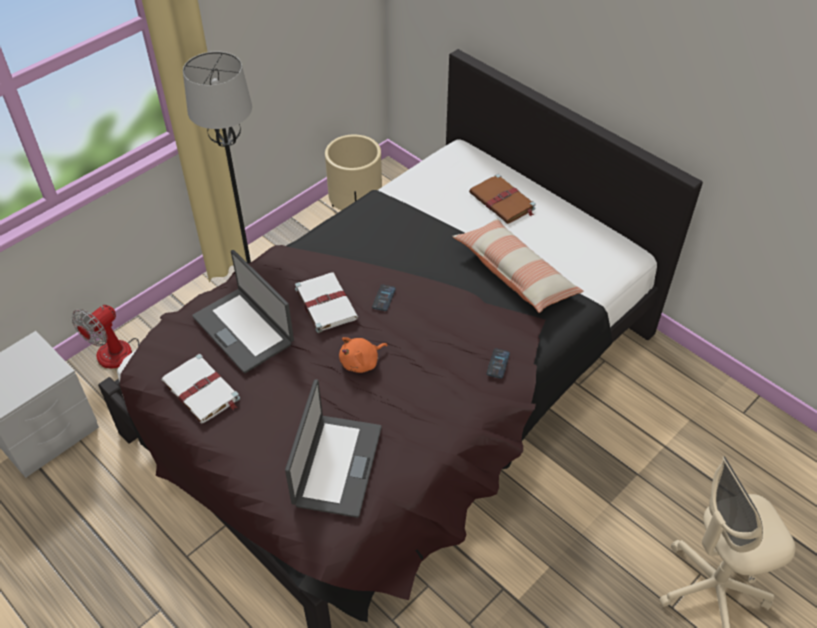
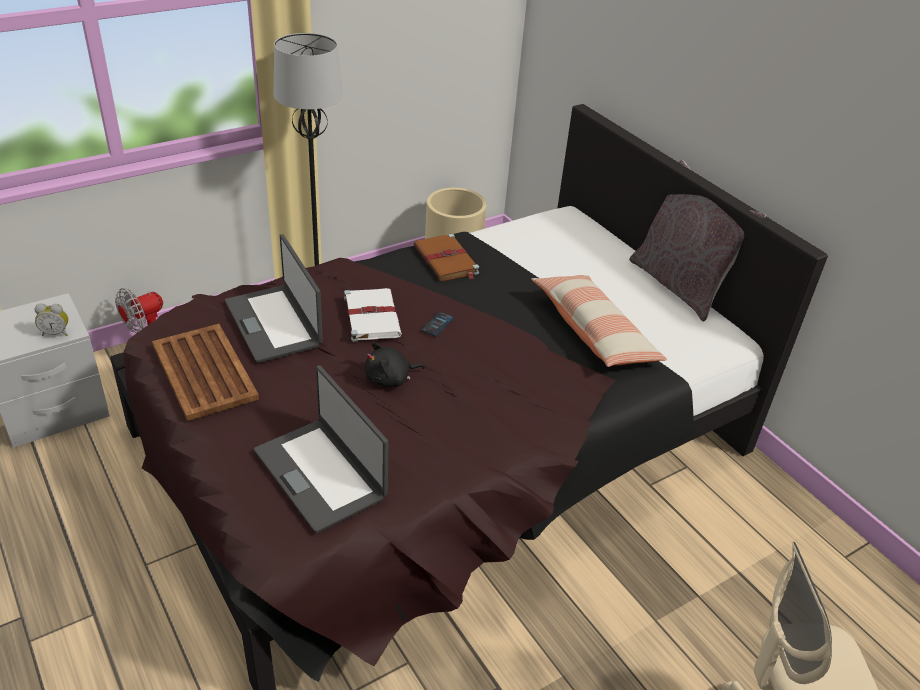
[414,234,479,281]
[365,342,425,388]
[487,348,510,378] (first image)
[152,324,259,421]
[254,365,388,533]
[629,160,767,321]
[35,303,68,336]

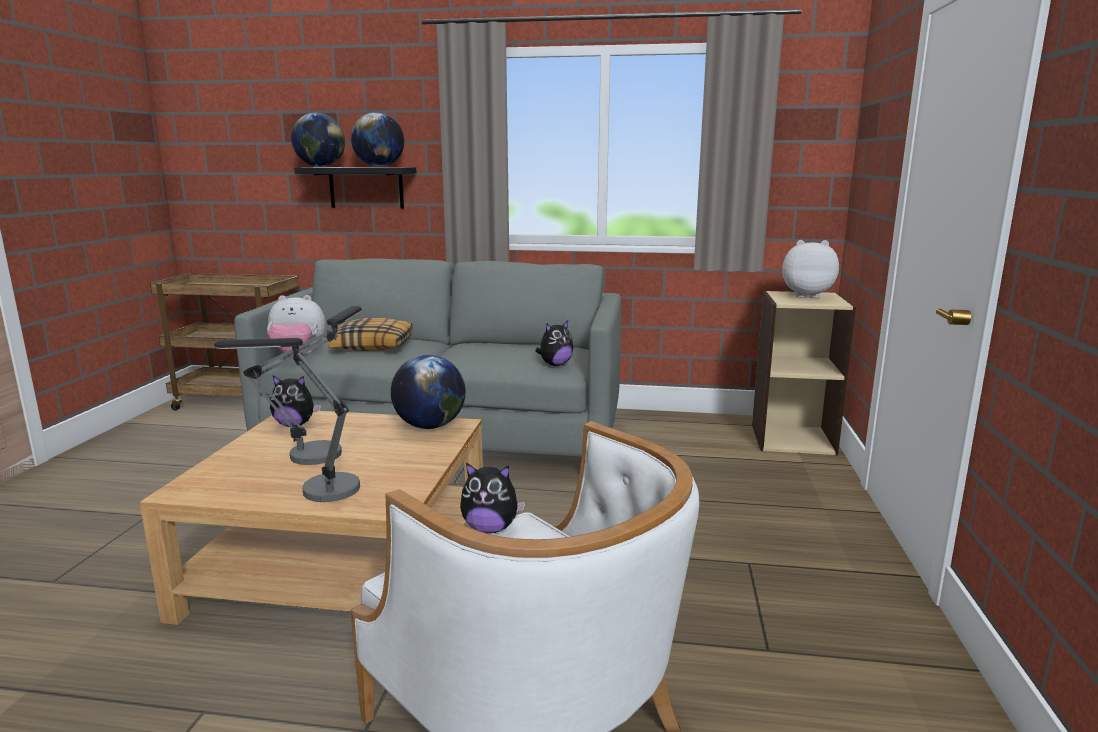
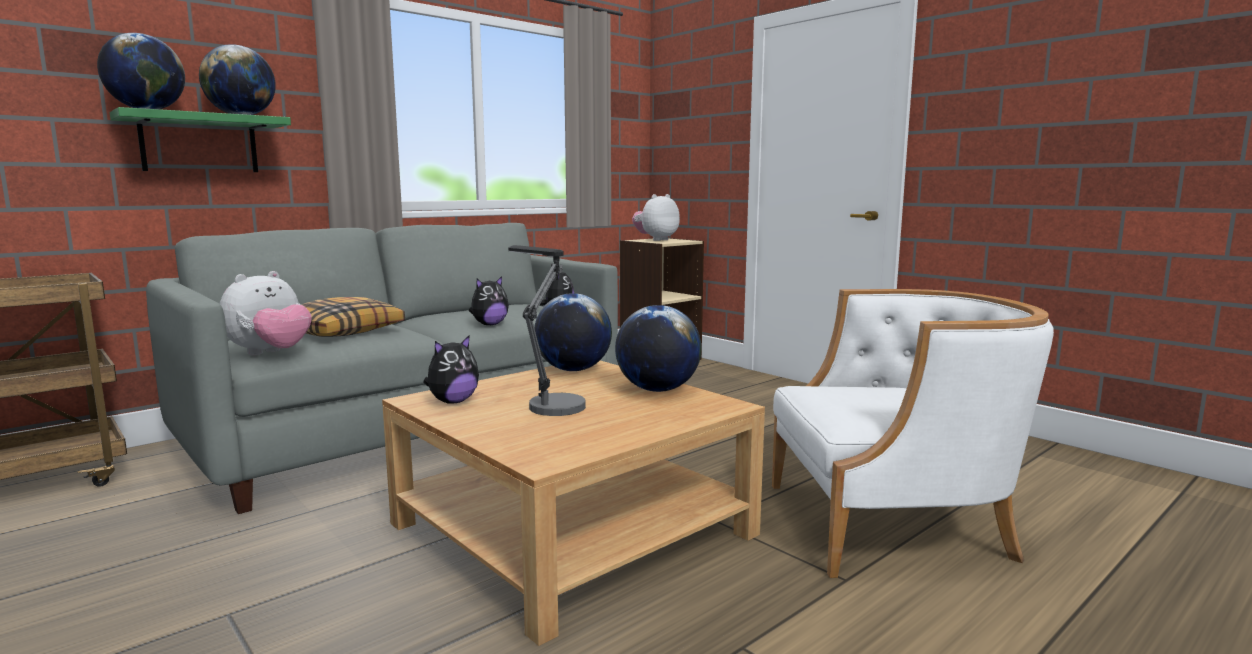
[110,107,291,172]
[214,338,360,502] (first image)
[469,276,509,325]
[615,305,702,392]

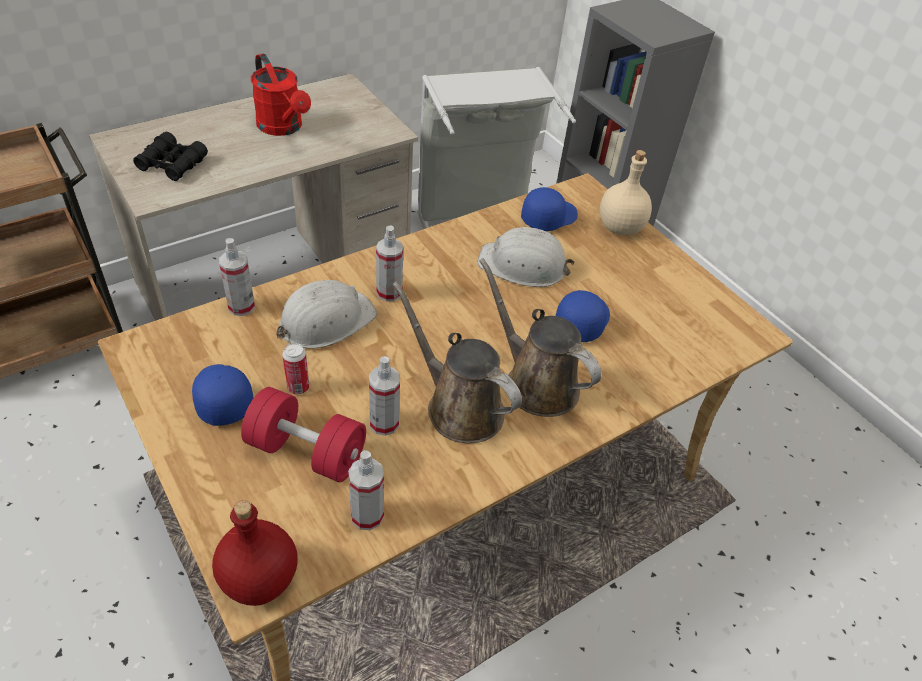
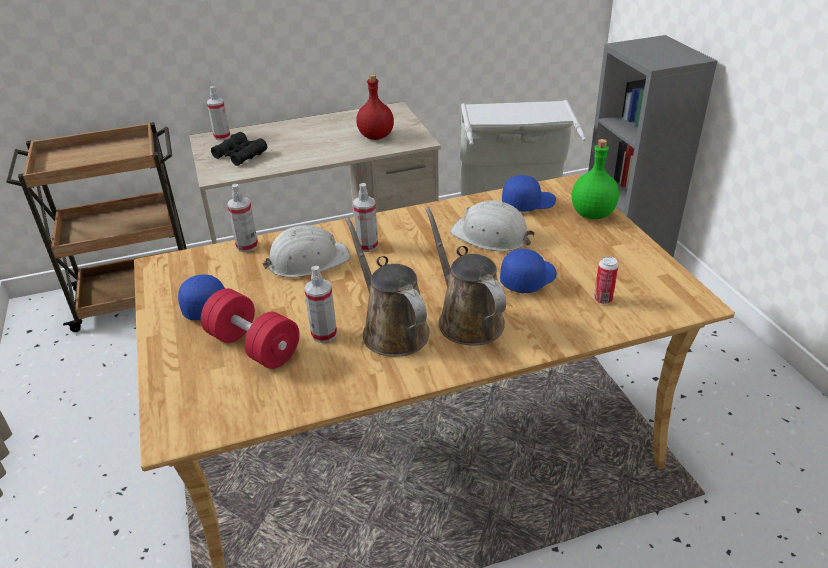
[251,54,311,136] (first image)
[572,139,619,219]
[594,256,619,304]
[207,86,230,141]
[356,74,394,140]

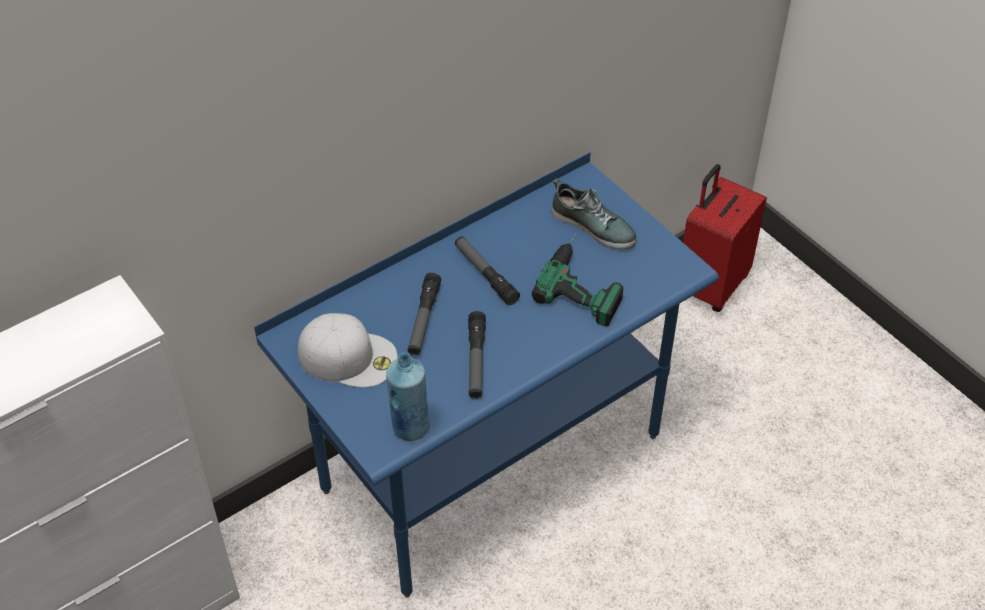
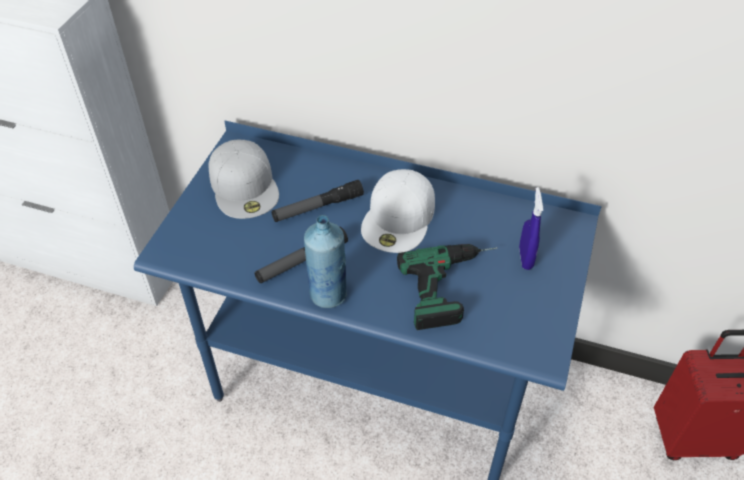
[519,187,543,270]
[361,169,435,253]
[304,215,347,308]

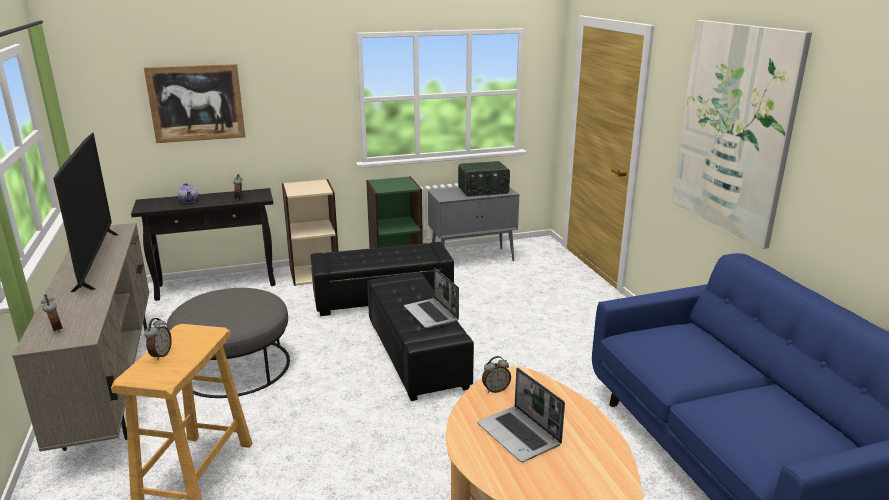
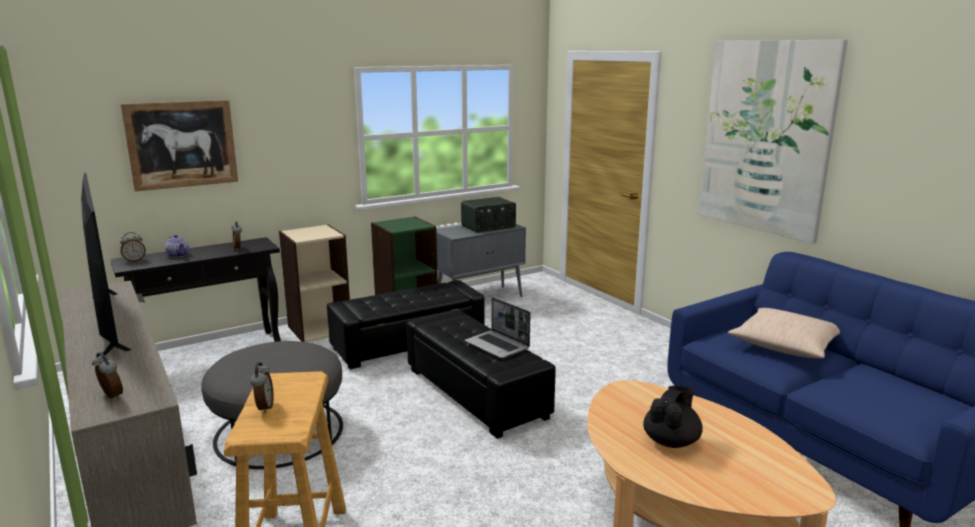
[120,232,146,263]
[643,386,703,448]
[728,308,840,359]

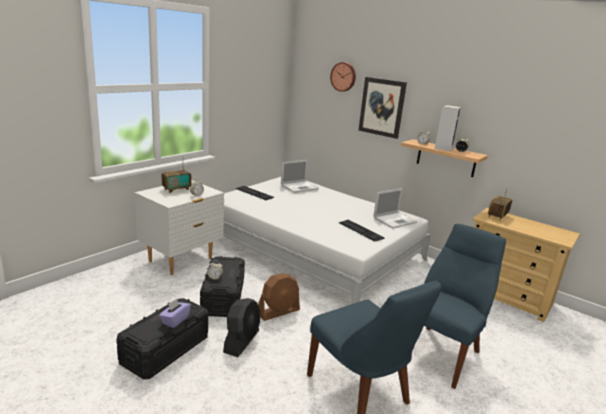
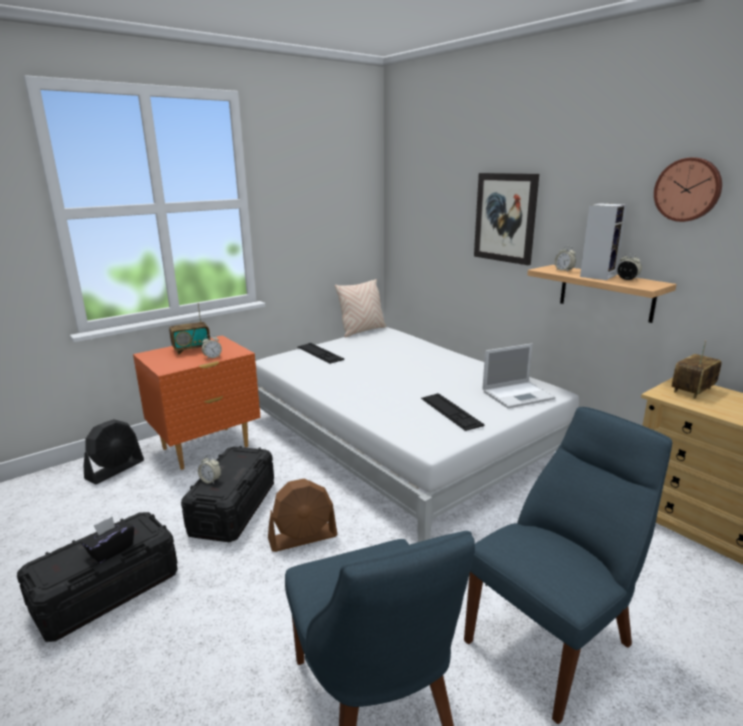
[654,158,722,222]
[281,160,319,193] (first image)
[133,335,260,470]
[84,419,144,484]
[81,516,134,563]
[335,279,387,338]

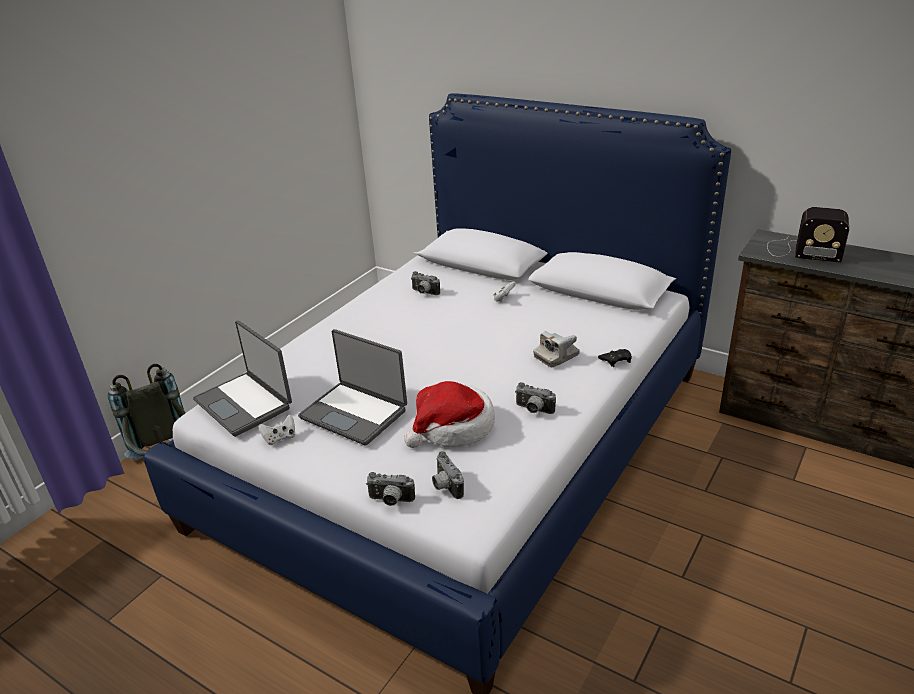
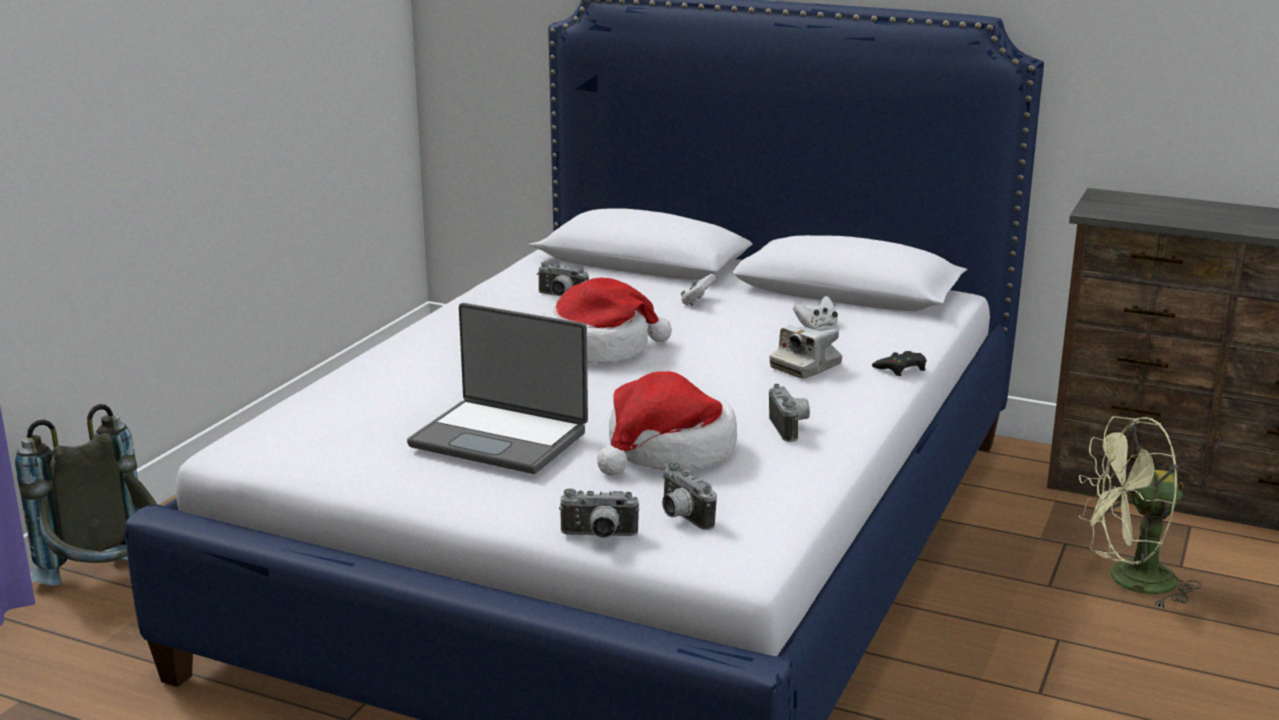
[767,207,849,263] (first image)
[193,320,292,437] (first image)
[769,384,810,442]
[793,296,838,330]
[542,278,672,363]
[1079,416,1201,609]

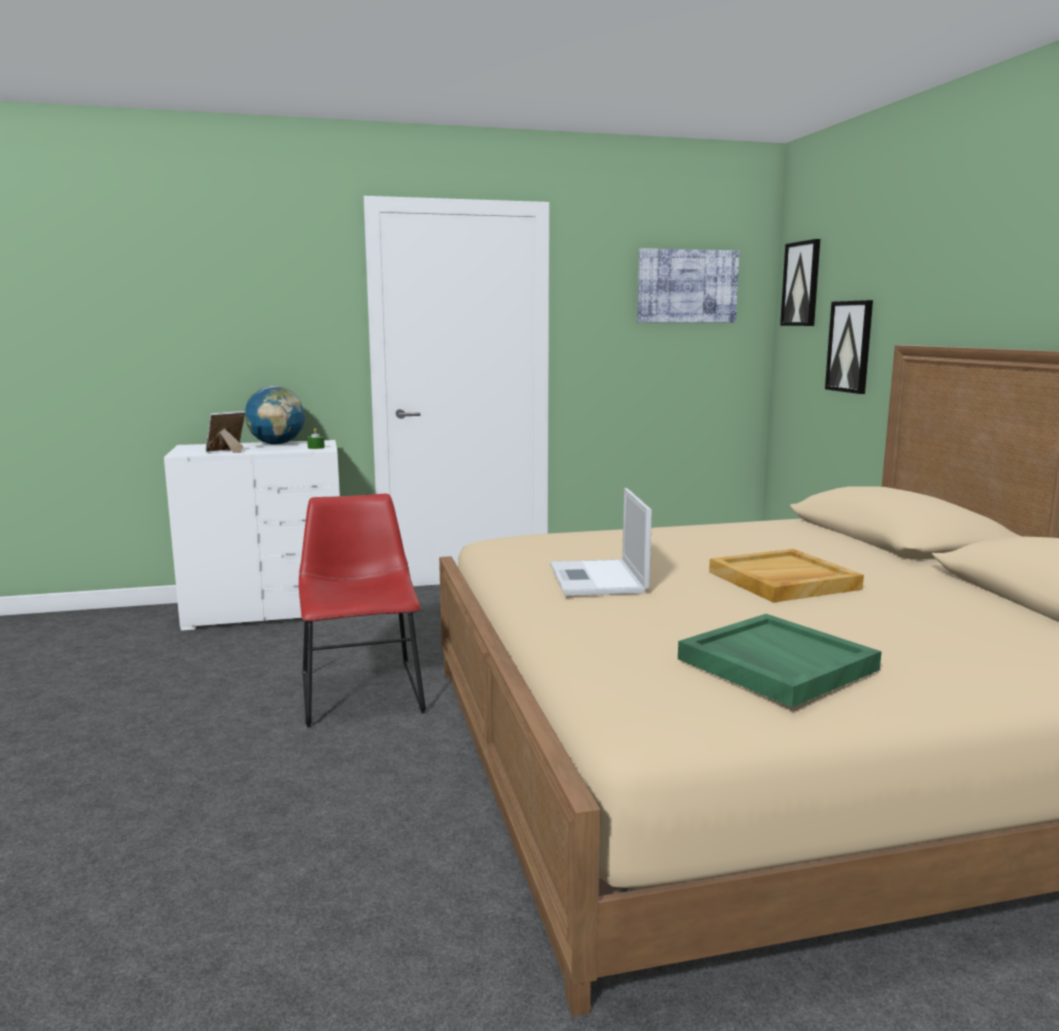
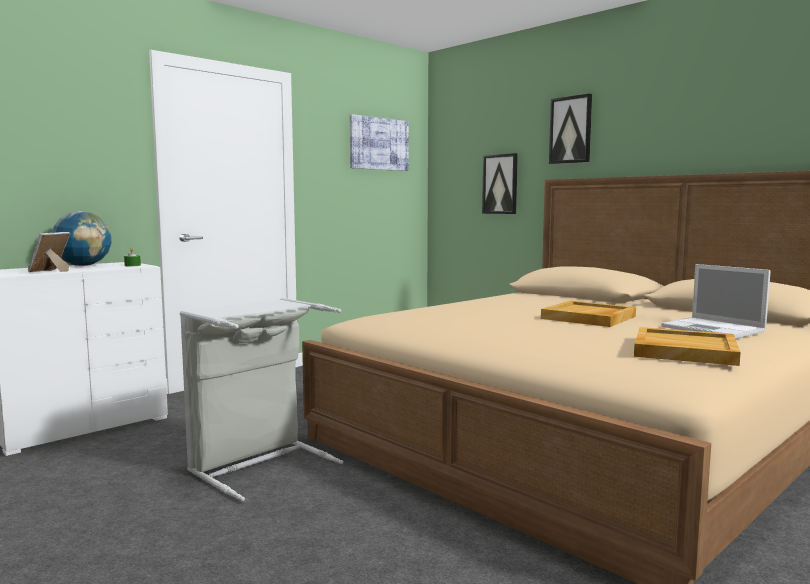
[549,94,592,164]
[661,264,771,339]
[180,298,343,502]
[634,327,741,366]

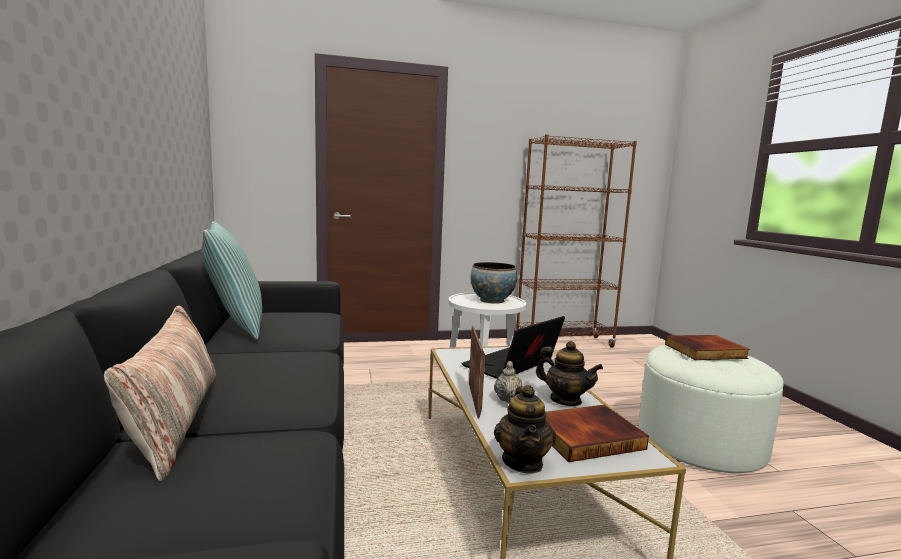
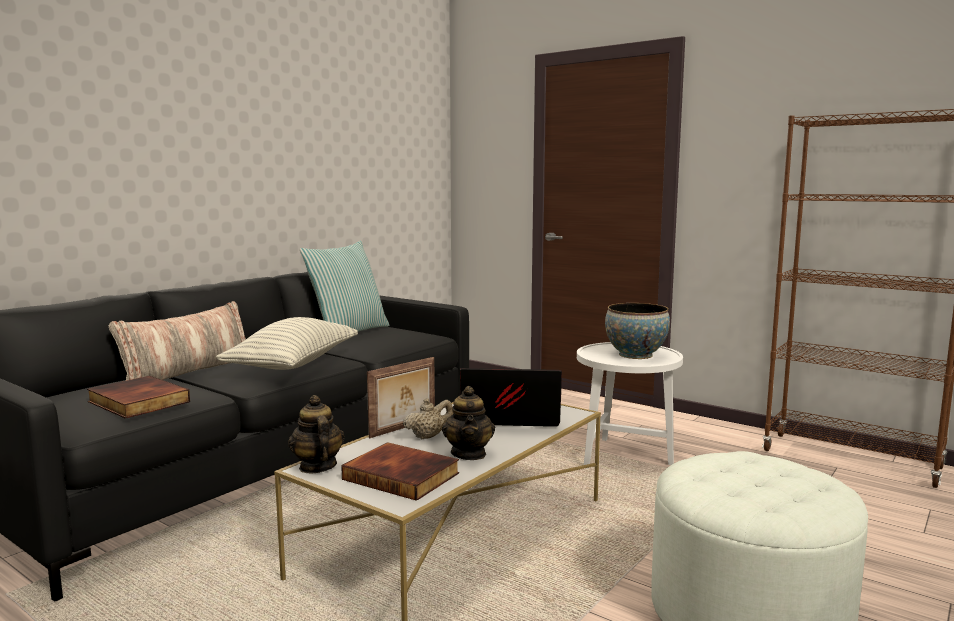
[87,376,190,419]
[288,395,345,473]
[216,317,358,370]

